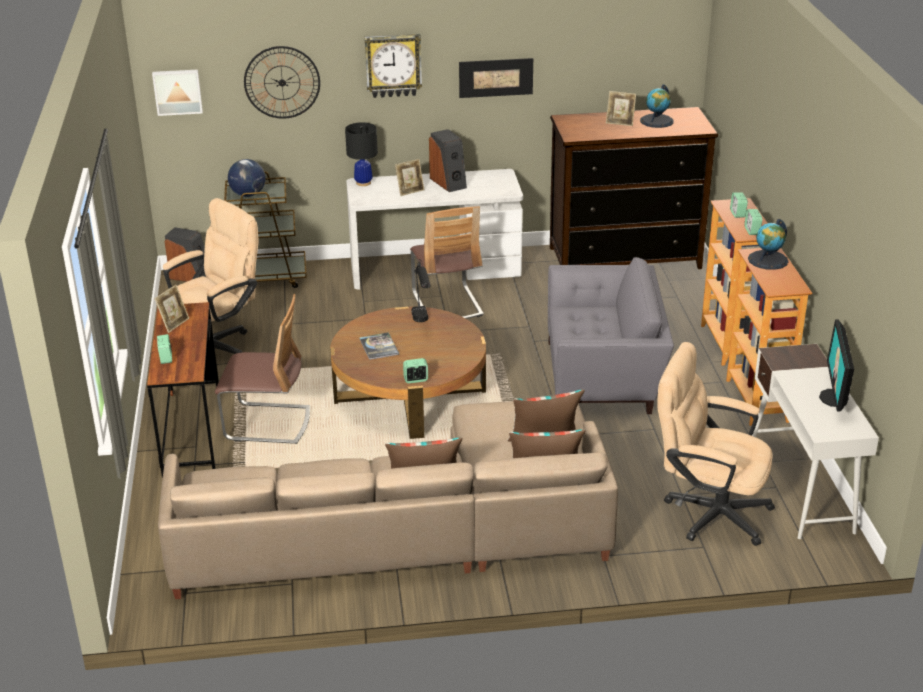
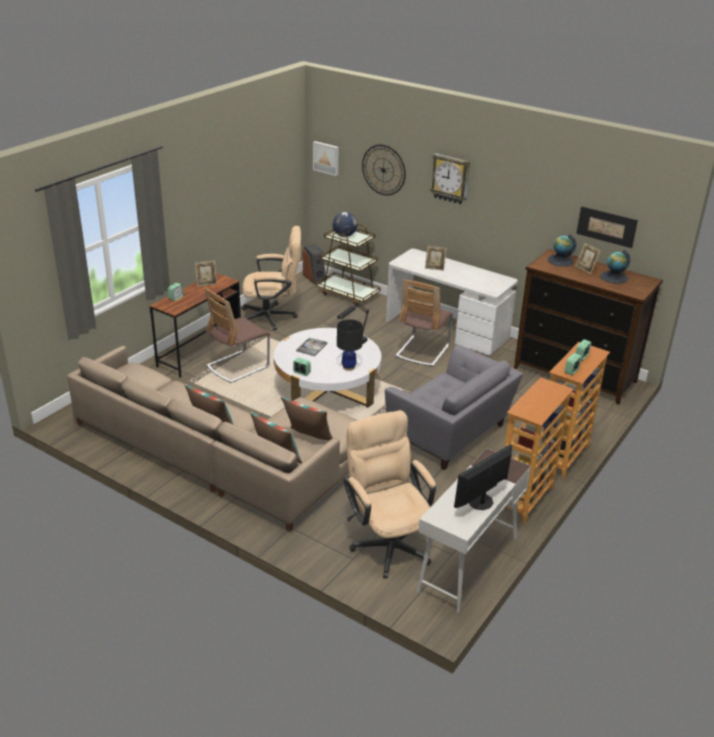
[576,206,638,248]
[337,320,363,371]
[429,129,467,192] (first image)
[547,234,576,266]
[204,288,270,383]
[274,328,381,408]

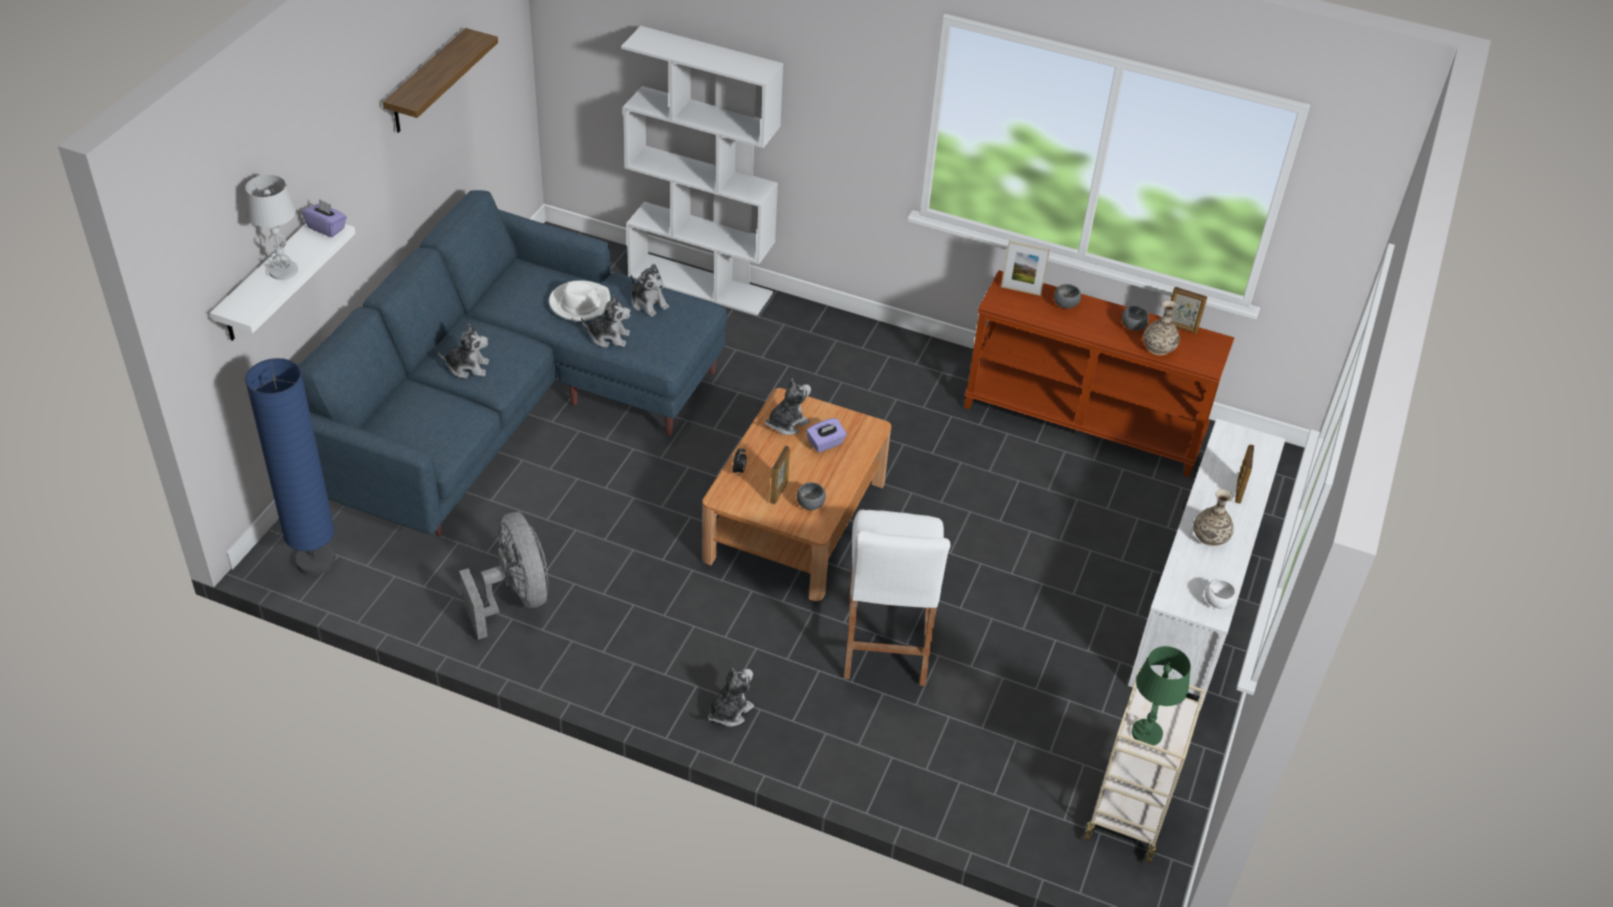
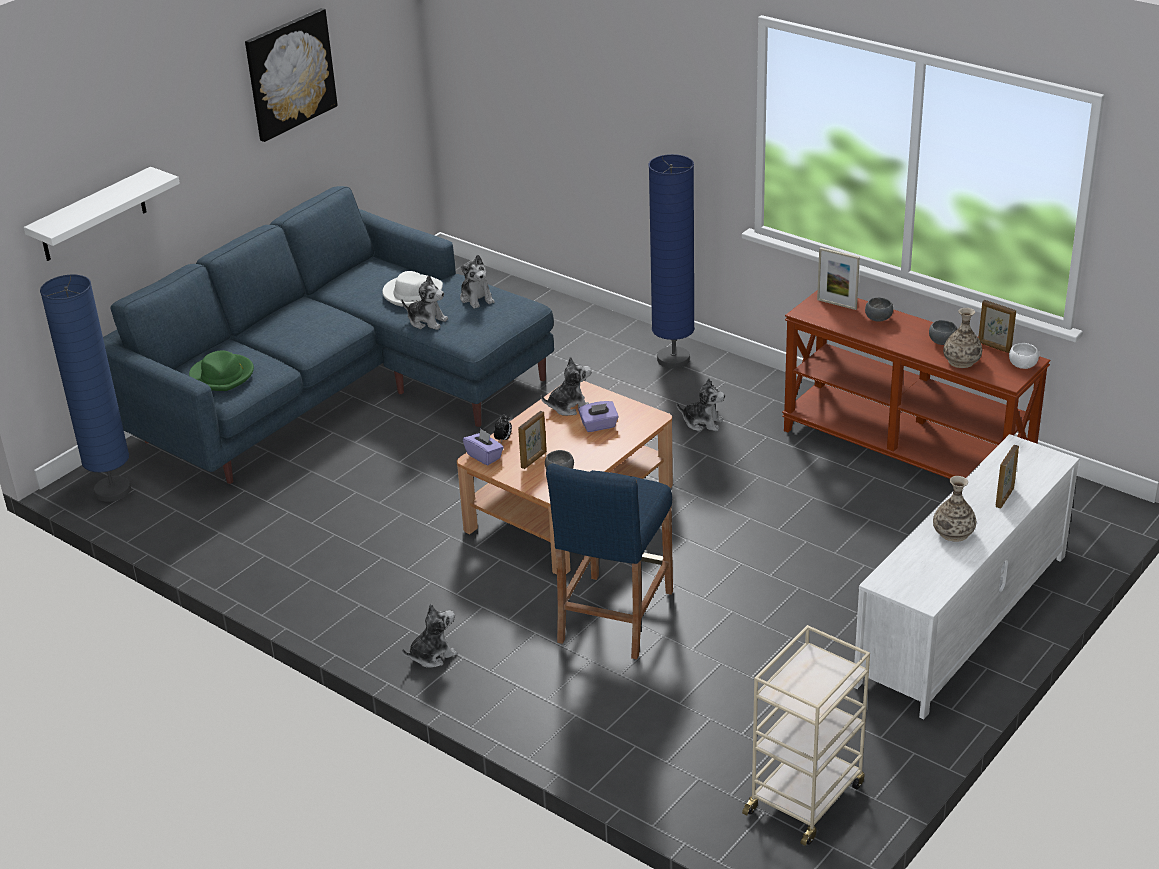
[621,26,783,316] (first image)
[245,8,338,142]
[246,175,298,280] (first image)
[463,429,504,465]
[676,378,725,432]
[546,463,673,659]
[459,512,549,640] (first image)
[1009,343,1039,369]
[1132,646,1191,746] (first image)
[648,154,695,368]
[189,350,254,391]

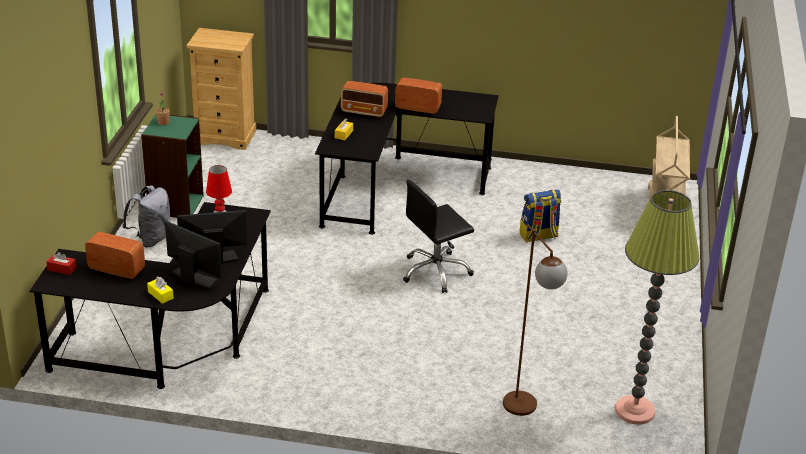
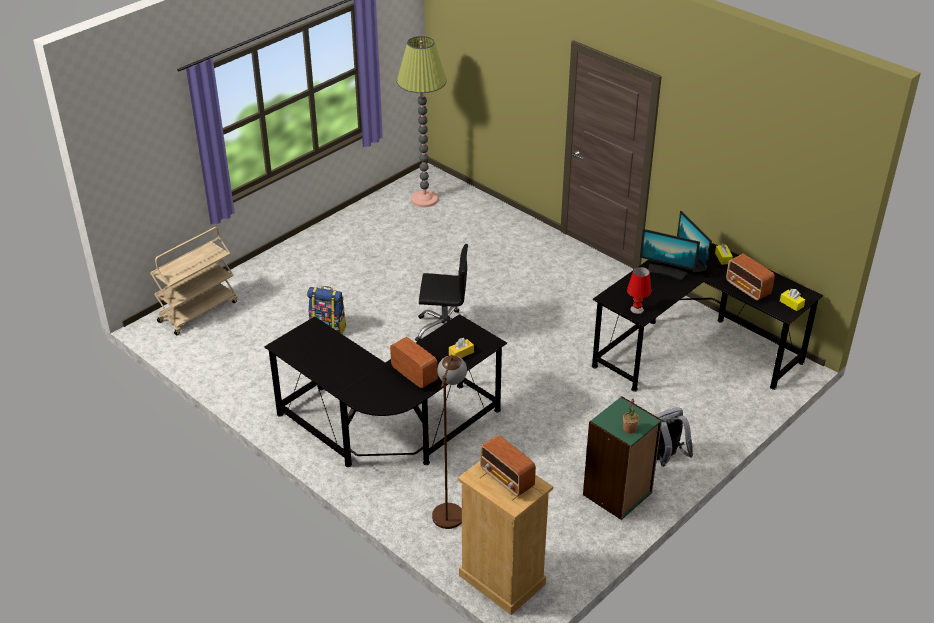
[480,435,536,496]
[432,355,467,529]
[780,289,805,311]

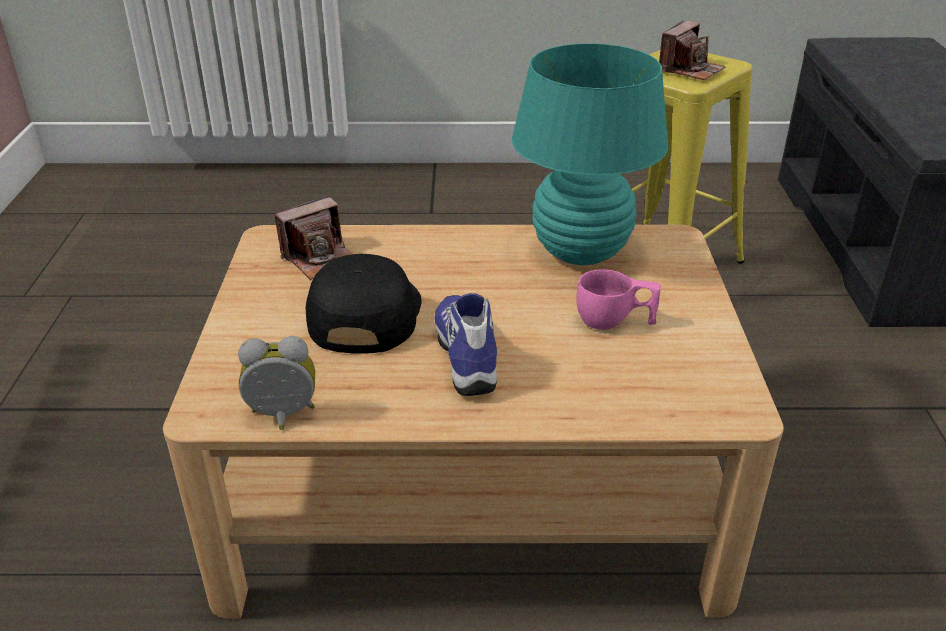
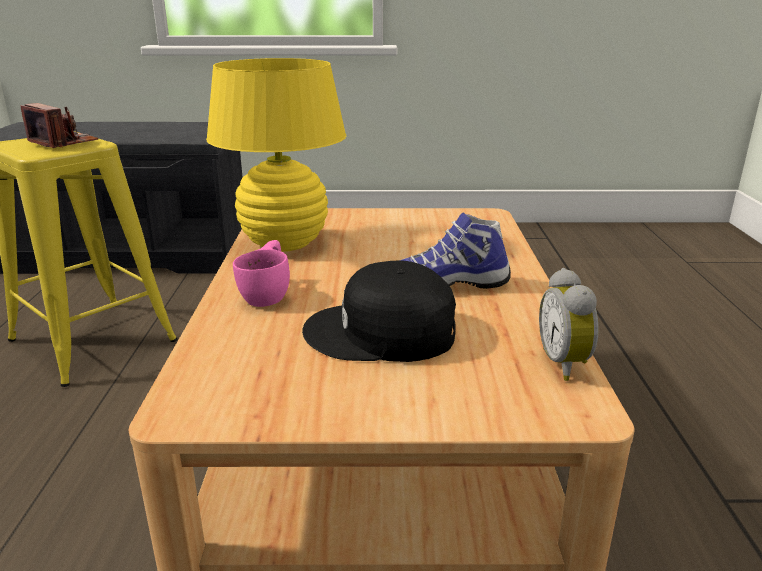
[206,58,346,252]
[274,196,353,280] (first image)
[233,240,290,307]

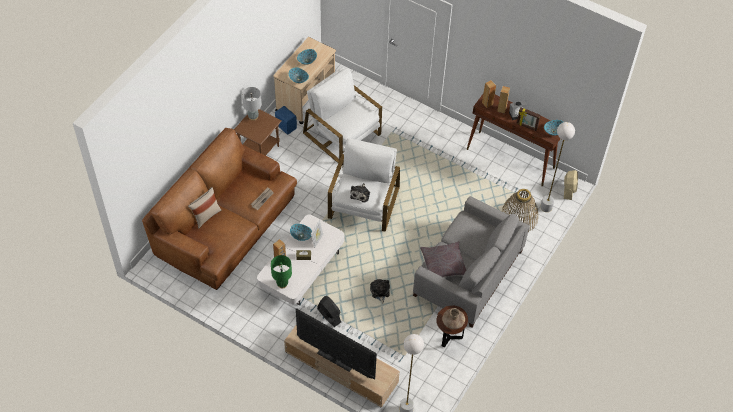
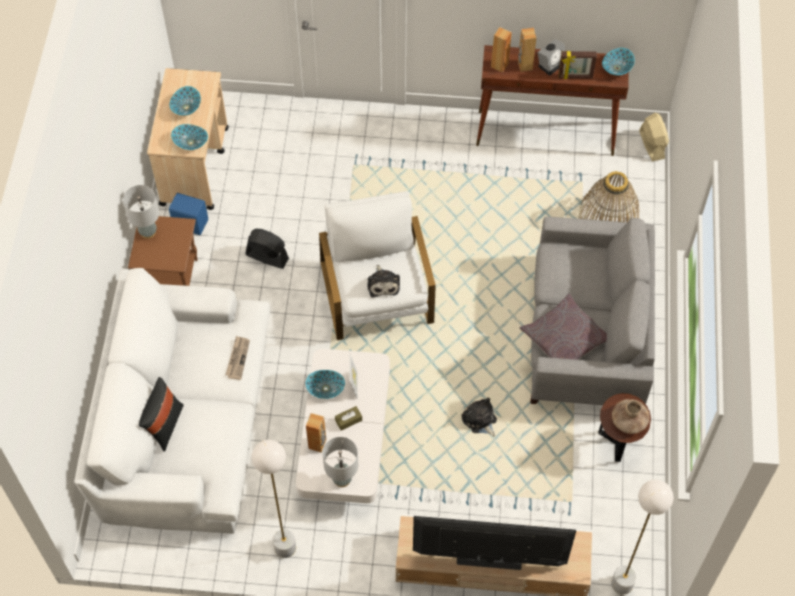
[303,67,382,163] (first image)
[252,440,296,558]
[75,268,270,534]
[139,377,184,452]
[322,437,359,487]
[245,228,289,269]

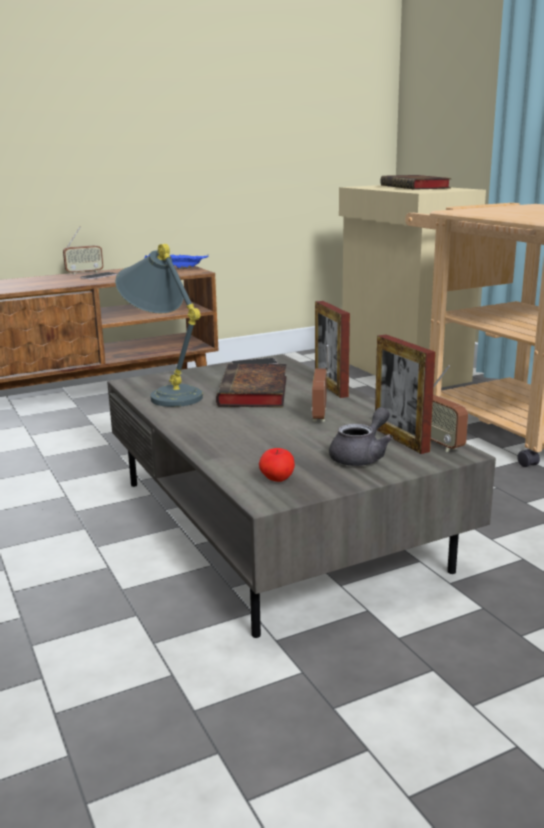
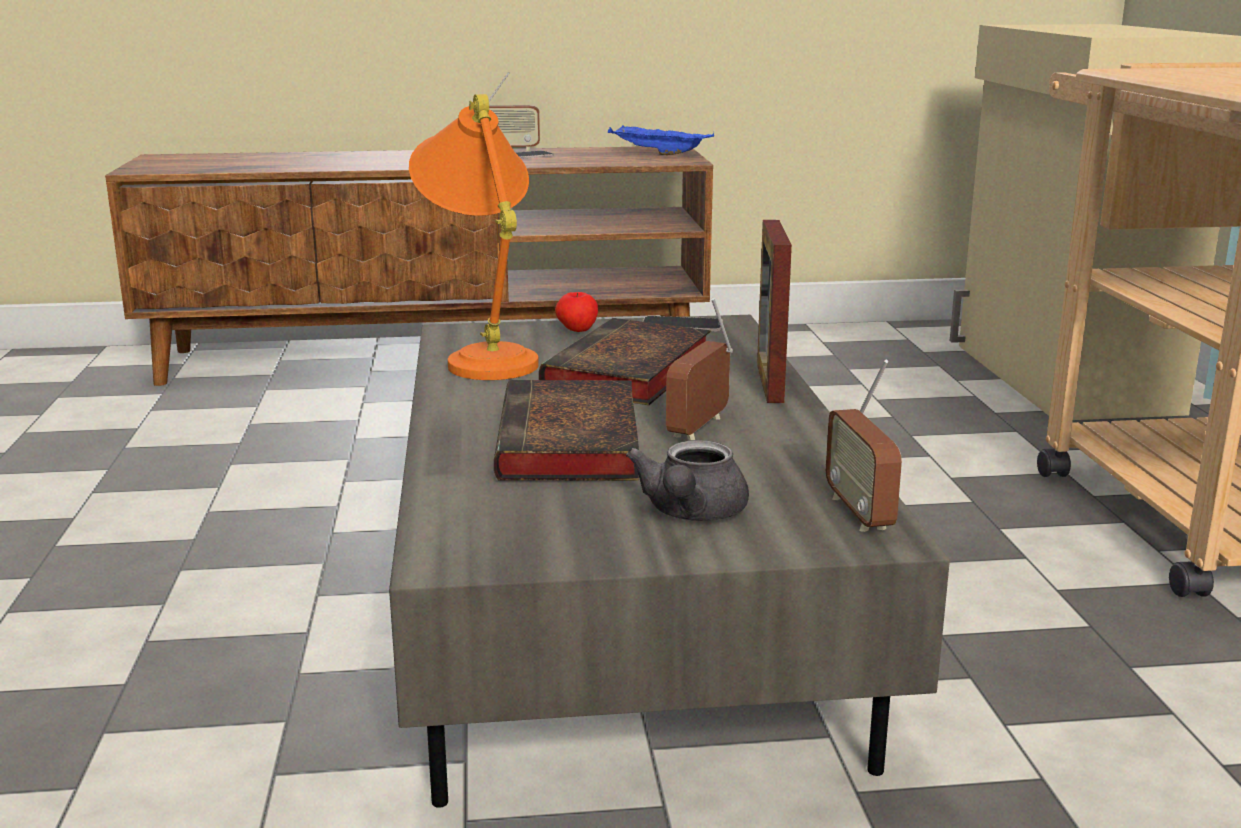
[494,380,639,481]
[409,94,539,380]
[375,334,436,454] (first image)
[626,440,749,521]
[555,292,598,332]

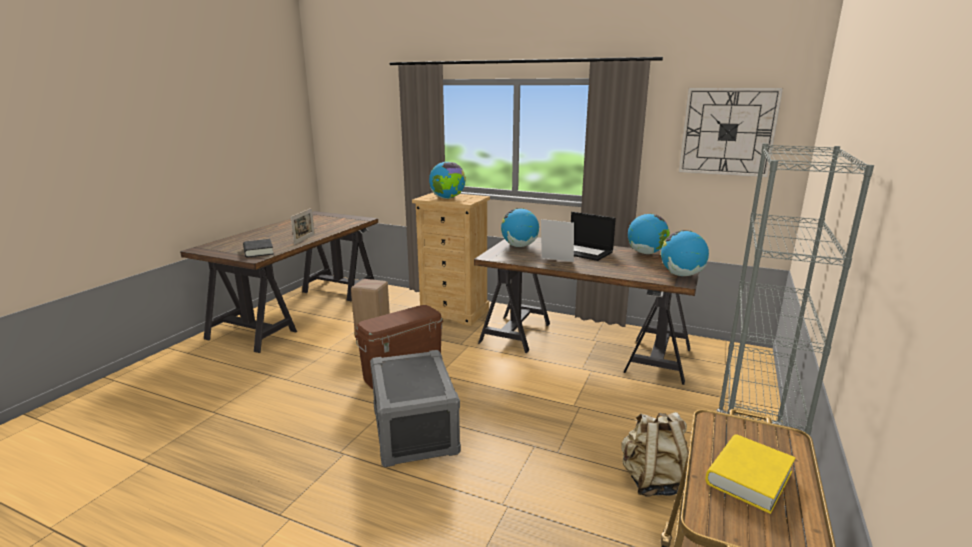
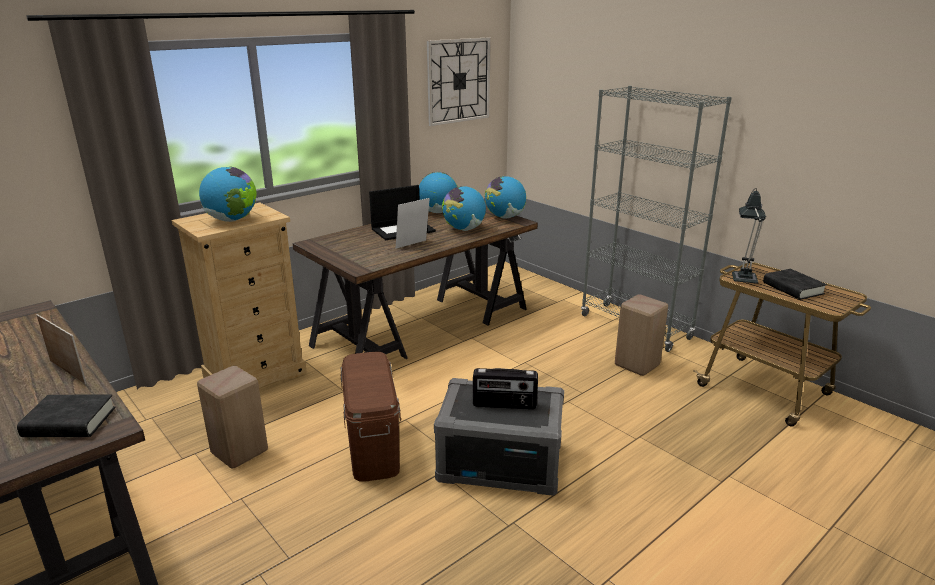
[442,186,486,231]
[615,294,668,376]
[763,269,827,300]
[732,188,766,283]
[473,368,538,409]

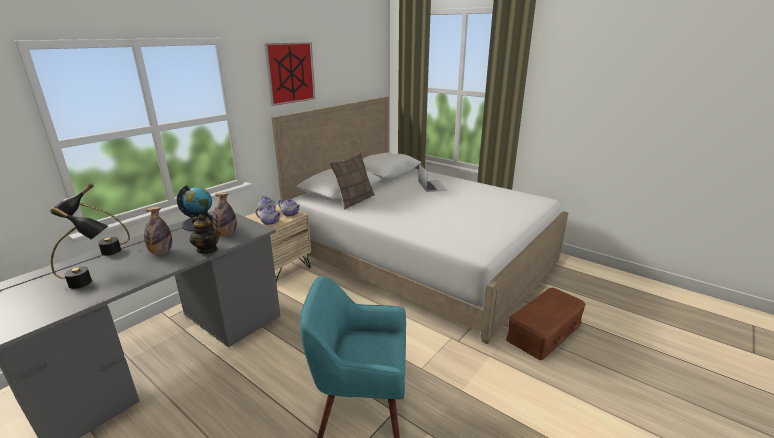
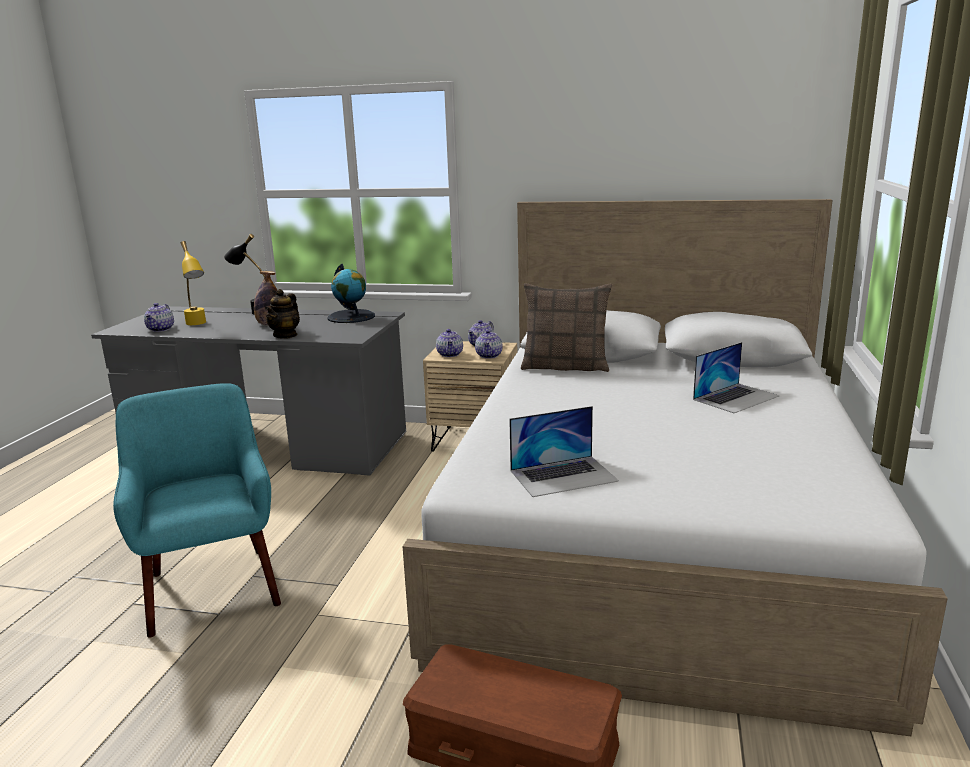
[264,42,316,106] (first image)
[213,193,237,236] (first image)
[181,241,206,325]
[144,303,174,332]
[509,406,619,497]

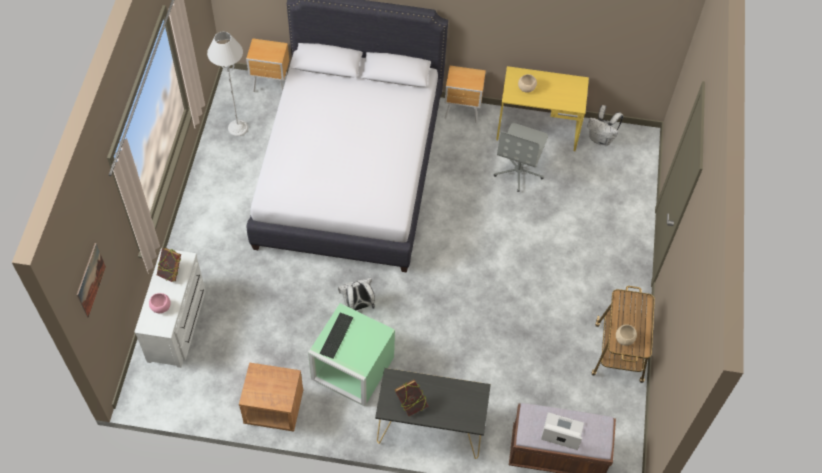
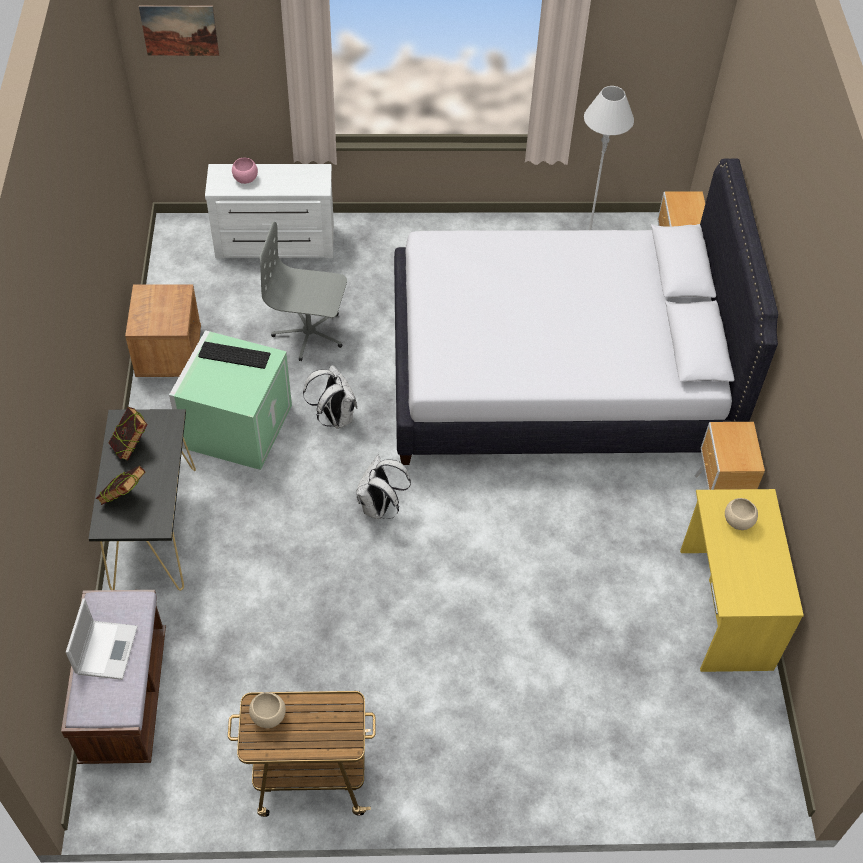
[356,455,411,519]
[260,222,347,361]
[96,466,145,505]

